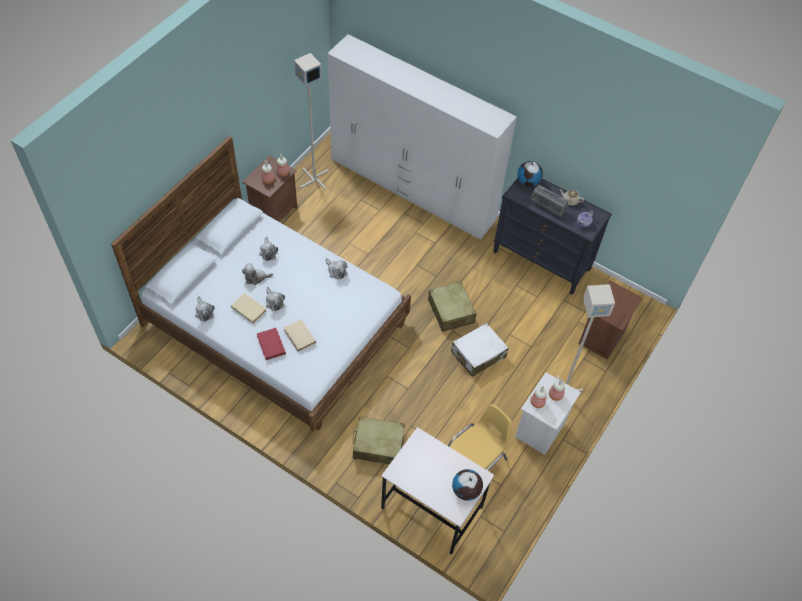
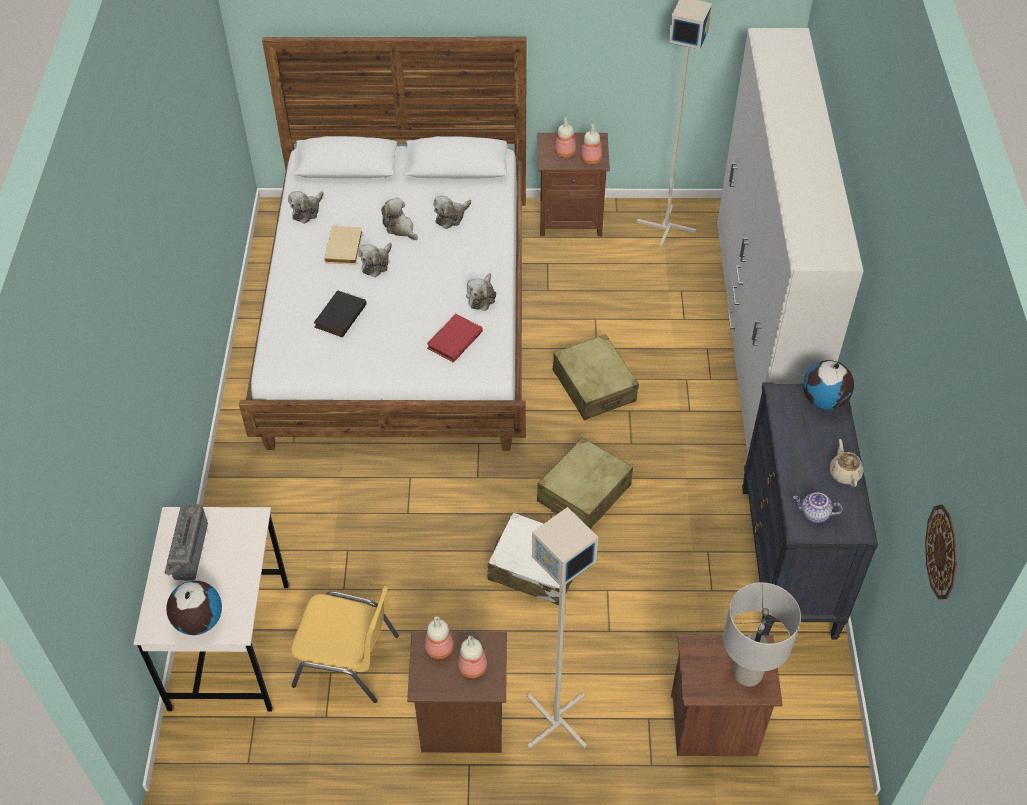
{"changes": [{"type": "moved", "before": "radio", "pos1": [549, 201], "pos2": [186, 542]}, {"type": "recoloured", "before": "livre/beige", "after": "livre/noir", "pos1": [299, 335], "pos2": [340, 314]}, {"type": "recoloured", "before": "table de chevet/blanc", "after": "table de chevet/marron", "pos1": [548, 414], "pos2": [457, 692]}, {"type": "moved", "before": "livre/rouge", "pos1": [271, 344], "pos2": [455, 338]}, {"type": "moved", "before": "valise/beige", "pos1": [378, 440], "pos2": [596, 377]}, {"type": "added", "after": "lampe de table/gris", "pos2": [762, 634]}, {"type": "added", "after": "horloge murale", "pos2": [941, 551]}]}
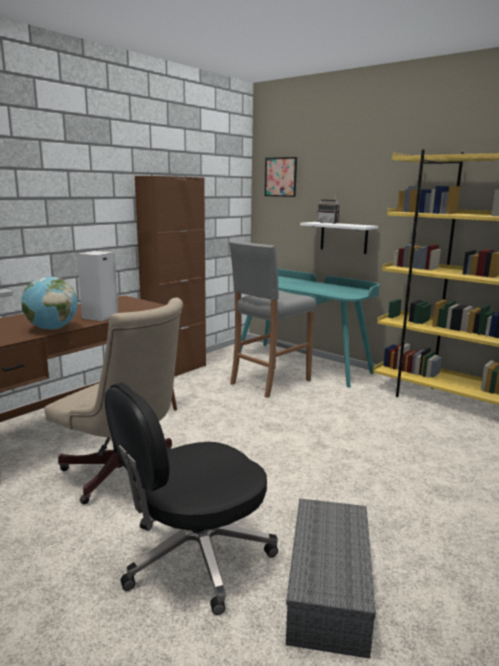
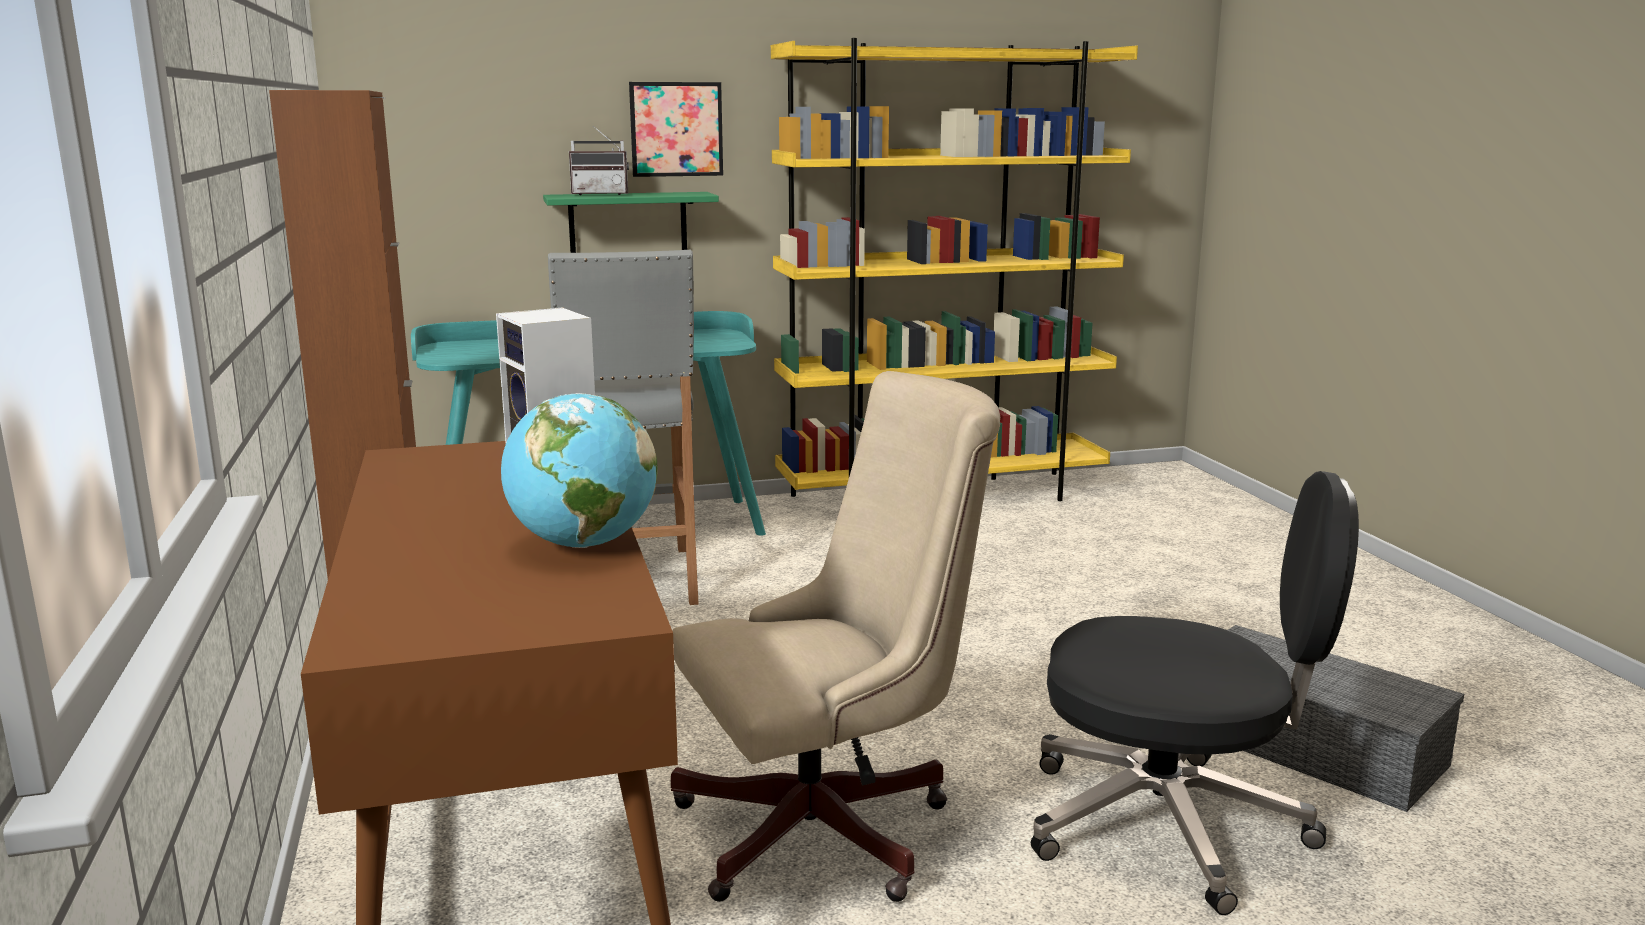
{"changes": [{"type": "recoloured", "before": "étagère/blanc", "after": "étagère/vert", "pos1": [339, 238], "pos2": [631, 222]}, {"type": "moved", "before": "tableau", "pos1": [281, 177], "pos2": [676, 129]}, {"type": "turned", "before": "chaise de bureau/noir", "pos1": [191, 499], "pos2": [1195, 693], "turn": -75}]}
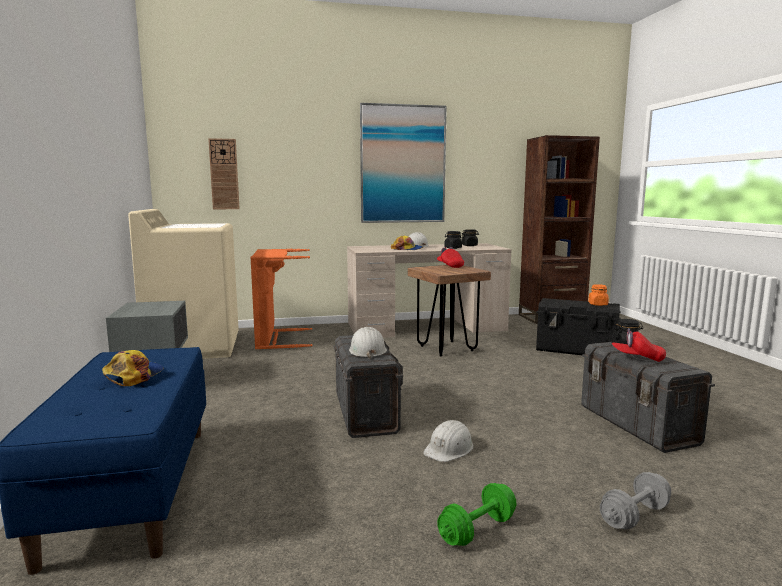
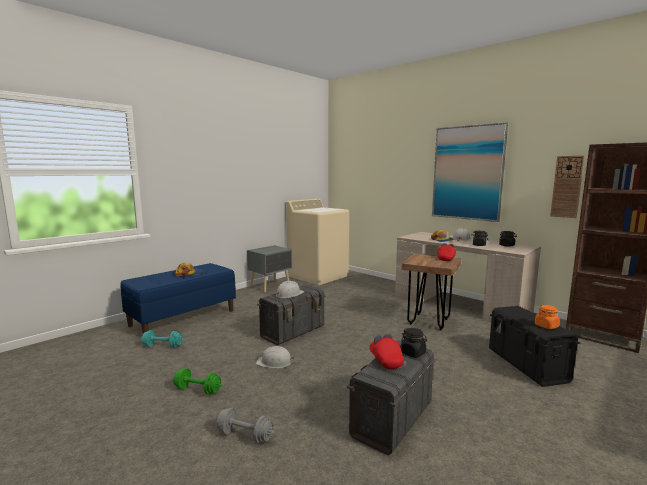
{"changes": [{"type": "added", "after": "haltère/turquoise", "pos2": [162, 339]}, {"type": "moved", "before": "horloge murale", "pos1": [224, 173], "pos2": [567, 187]}, {"type": "removed", "before": "panier à linge/orange", "pos1": [282, 299]}]}
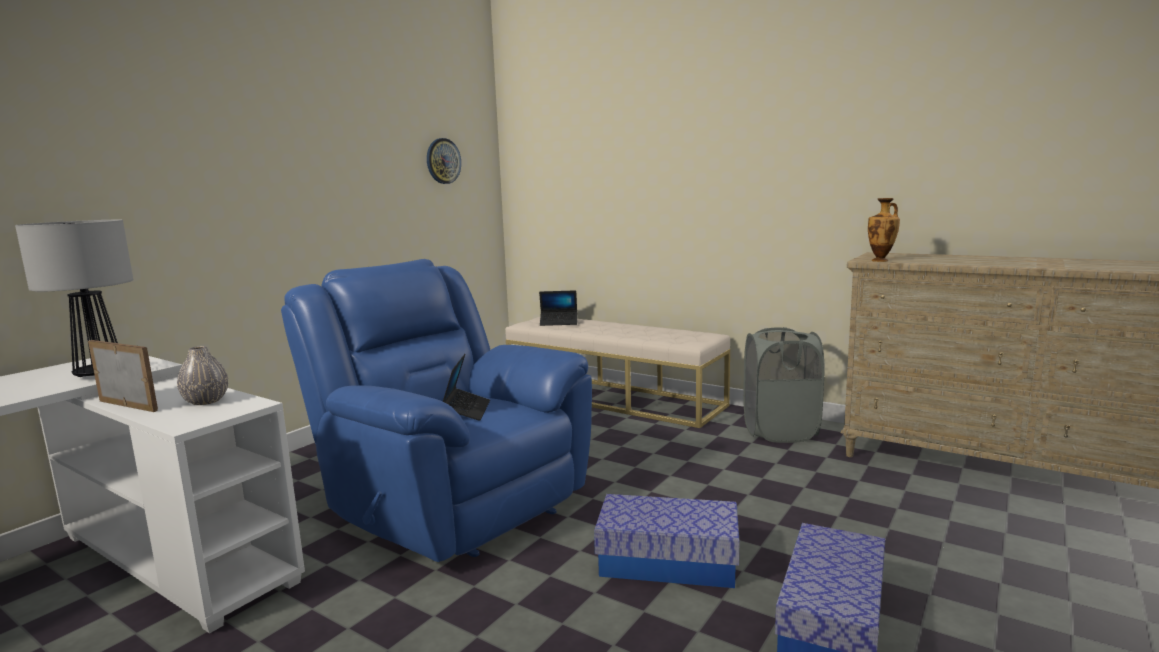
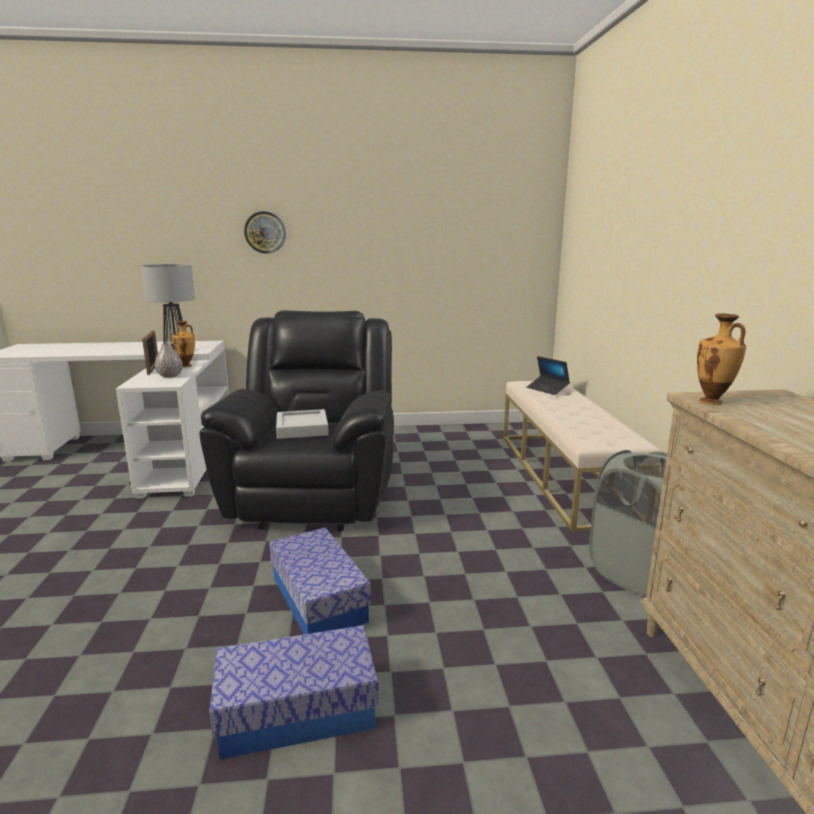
{"changes": [{"type": "added", "after": "vase", "pos2": [183, 344]}, {"type": "recoloured", "before": "fauteuil/bleu", "after": "fauteuil/noir", "pos1": [436, 410], "pos2": [296, 420]}, {"type": "moved", "before": "horloge murale", "pos1": [444, 161], "pos2": [265, 232]}, {"type": "replaced", "before": "ordinateur portable", "after": "plateau/gris", "pos1": [466, 387], "pos2": [302, 424]}]}
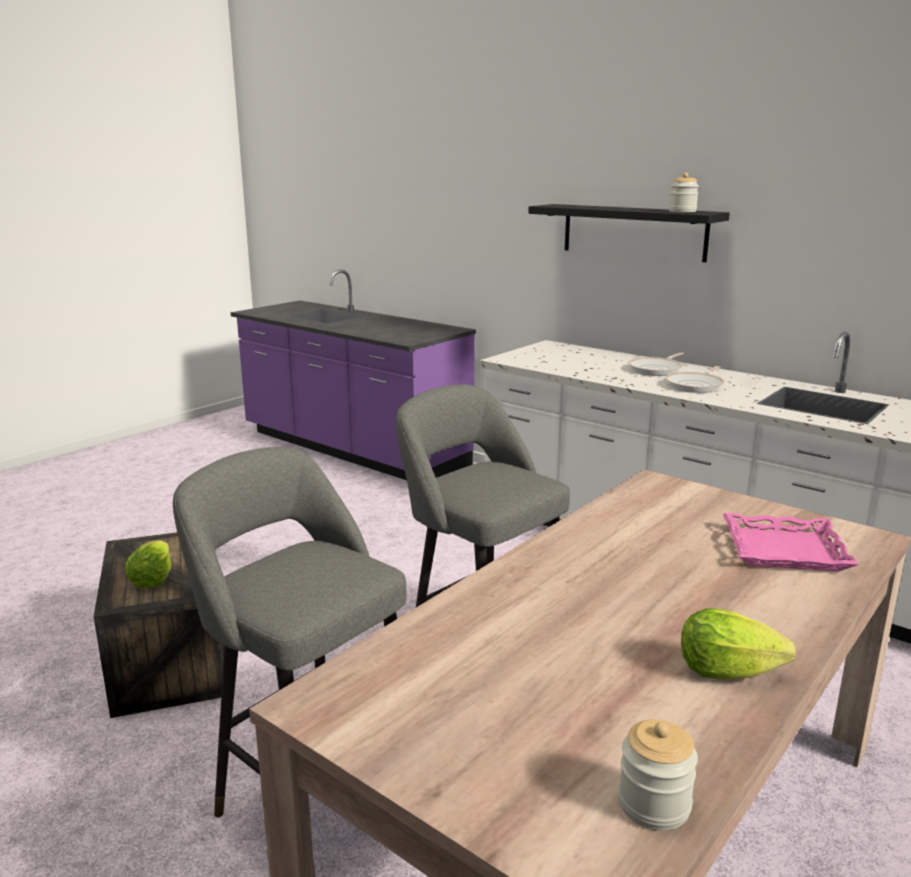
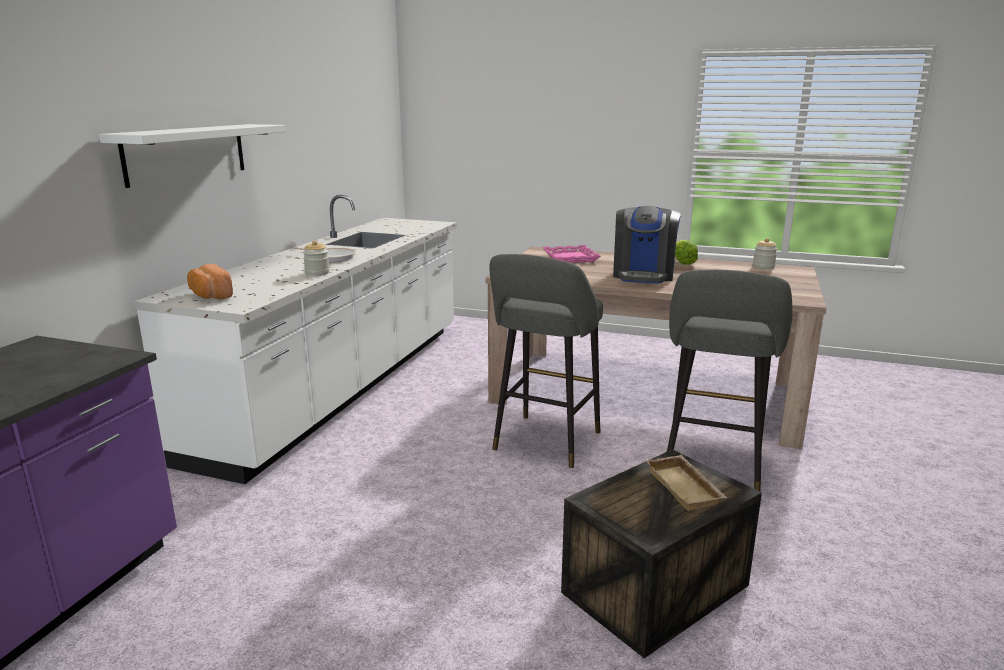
{"changes": [{"type": "recoloured", "before": "étagère/noir", "after": "étagère/blanc", "pos1": [629, 233], "pos2": [192, 156]}, {"type": "added", "after": "pain", "pos2": [210, 281]}, {"type": "moved", "before": "bocal", "pos1": [684, 192], "pos2": [316, 258]}, {"type": "added", "after": "machine à café", "pos2": [647, 245]}, {"type": "replaced", "before": "laitue", "after": "plateau/beige", "pos1": [148, 564], "pos2": [686, 483]}, {"type": "removed", "before": "poêle", "pos1": [656, 364]}]}
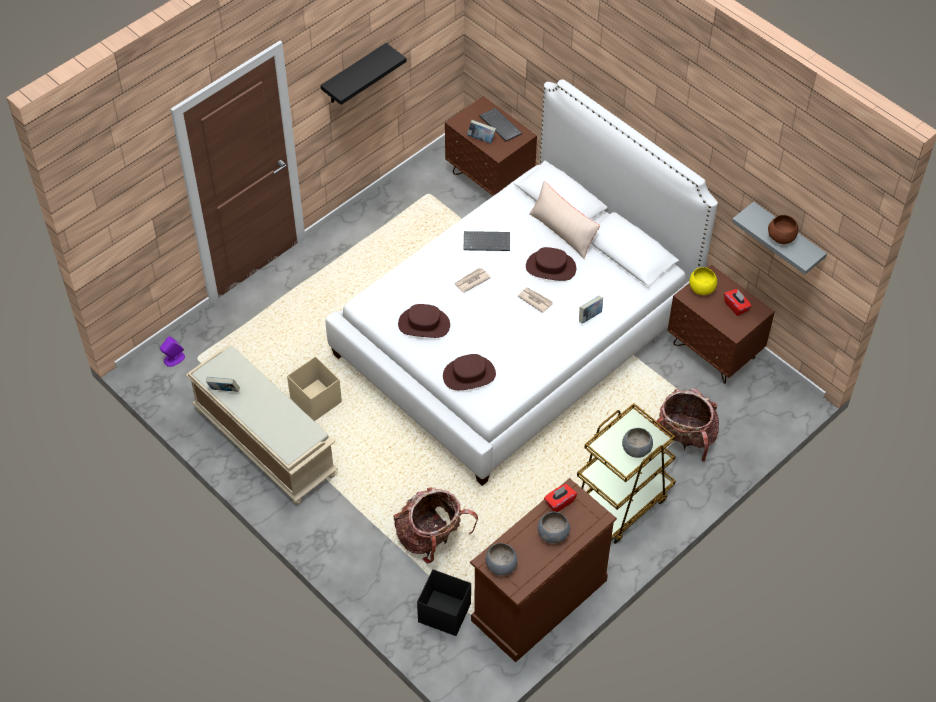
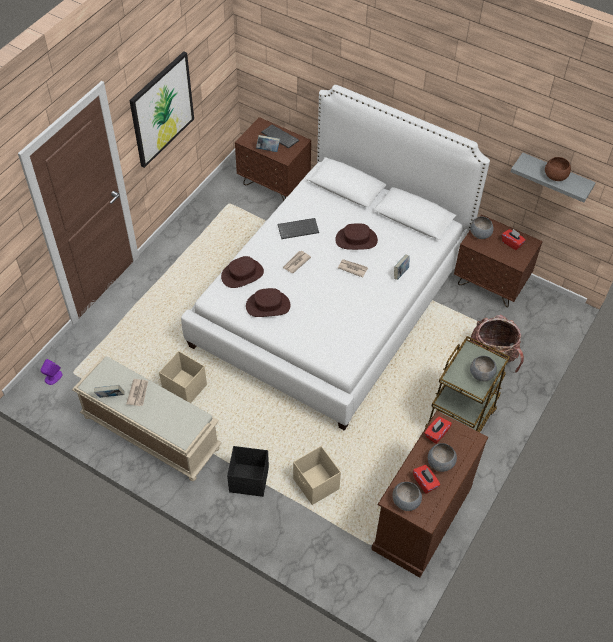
{"changes": [{"type": "added", "after": "journal", "pos2": [137, 392]}, {"type": "replaced", "before": "étagère/noir", "after": "tableau", "pos1": [363, 74], "pos2": [161, 109]}, {"type": "moved", "before": "chapeau/marron", "pos1": [469, 372], "pos2": [242, 272]}, {"type": "moved", "before": "boîte de rangement/noir", "pos1": [444, 602], "pos2": [248, 471]}, {"type": "replaced", "before": "sac à dos", "after": "boîte de rangement/beige", "pos1": [435, 525], "pos2": [317, 475]}, {"type": "added", "after": "boîte à mouchoirs/rouge", "pos2": [426, 479]}, {"type": "recoloured", "before": "bol/jaune", "after": "bol/gris", "pos1": [703, 281], "pos2": [482, 227]}, {"type": "removed", "before": "coussin/beige", "pos1": [564, 219]}]}
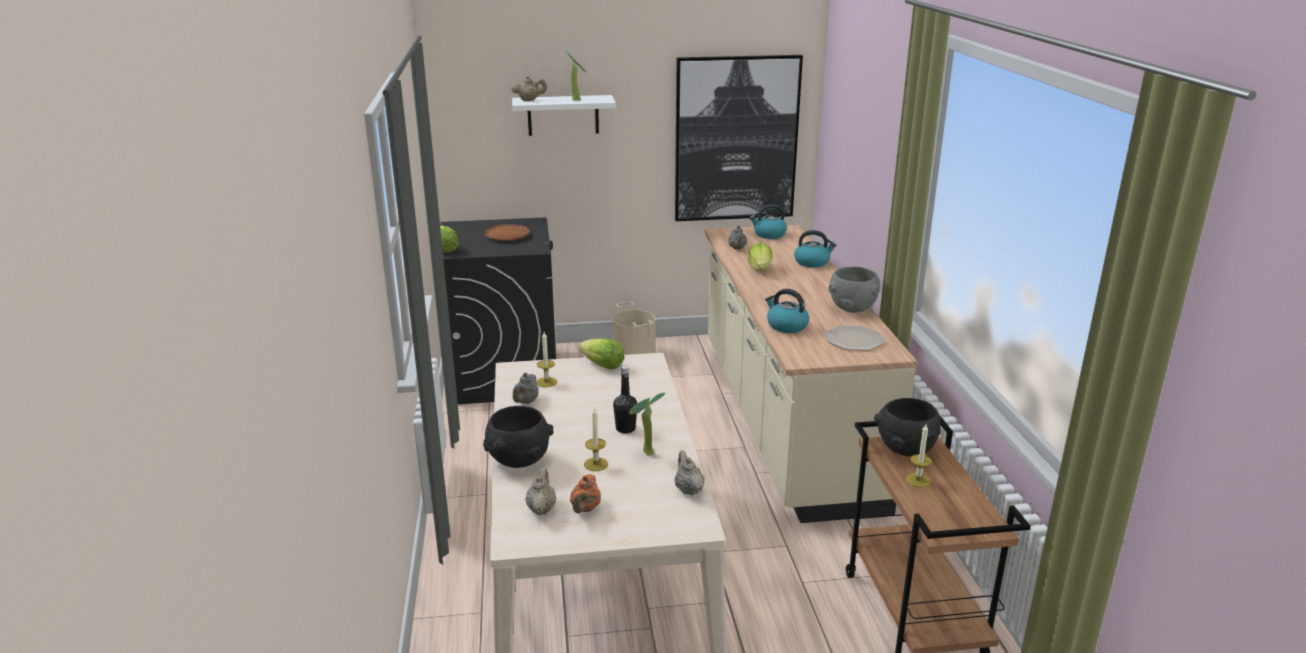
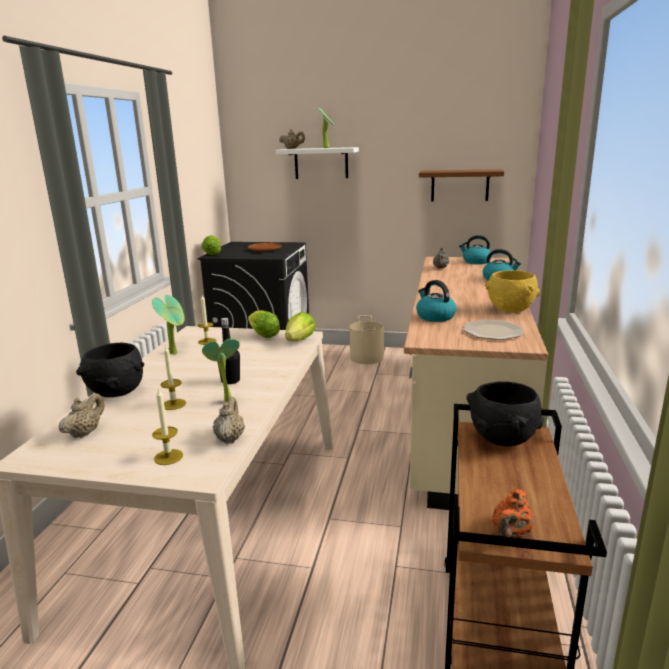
{"changes": [{"type": "replaced", "before": "théière/gris", "after": "plante en pot", "pos1": [526, 388], "pos2": [168, 325]}, {"type": "moved", "before": "bougie", "pos1": [919, 455], "pos2": [167, 426]}, {"type": "moved", "before": "laitue", "pos1": [760, 257], "pos2": [300, 326]}, {"type": "replaced", "before": "tableau", "after": "étagère/marron", "pos1": [739, 138], "pos2": [461, 185]}, {"type": "recoloured", "before": "bol/gris", "after": "bol/jaune", "pos1": [854, 290], "pos2": [512, 291]}, {"type": "moved", "before": "théière/orange", "pos1": [585, 493], "pos2": [513, 513]}]}
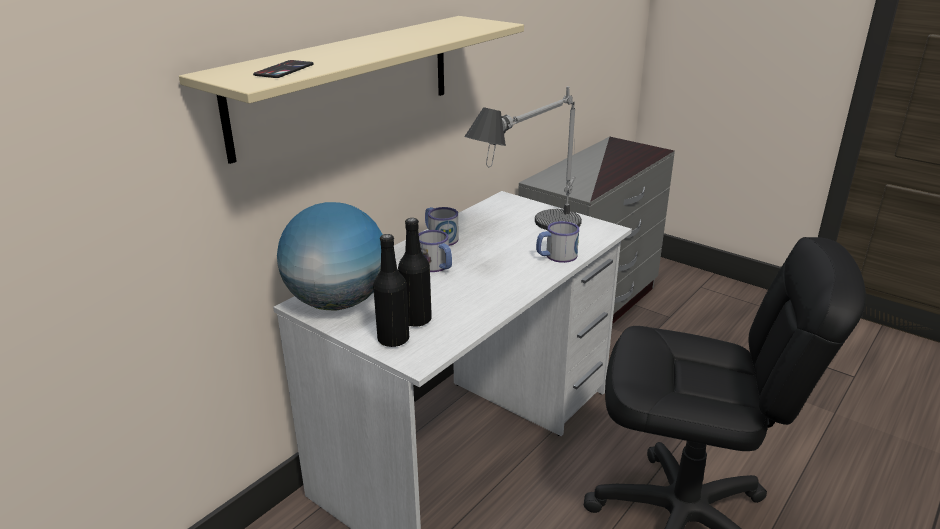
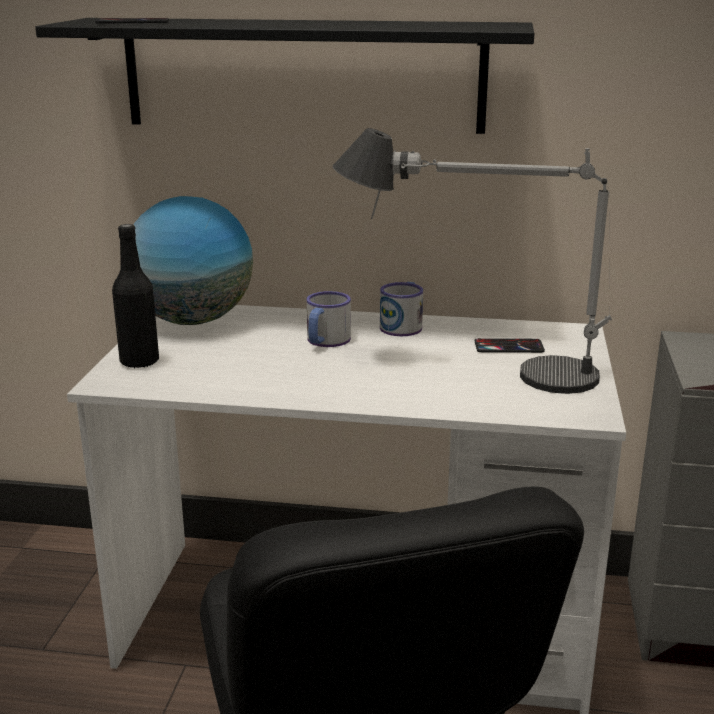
{"changes": [{"type": "recoloured", "before": "étagère/beige", "after": "étagère/noir", "pos1": [351, 90], "pos2": [285, 76]}, {"type": "added", "after": "téléphone", "pos2": [510, 345]}, {"type": "removed", "before": "bouteille/noir", "pos1": [415, 272]}, {"type": "removed", "before": "mug", "pos1": [557, 242]}]}
